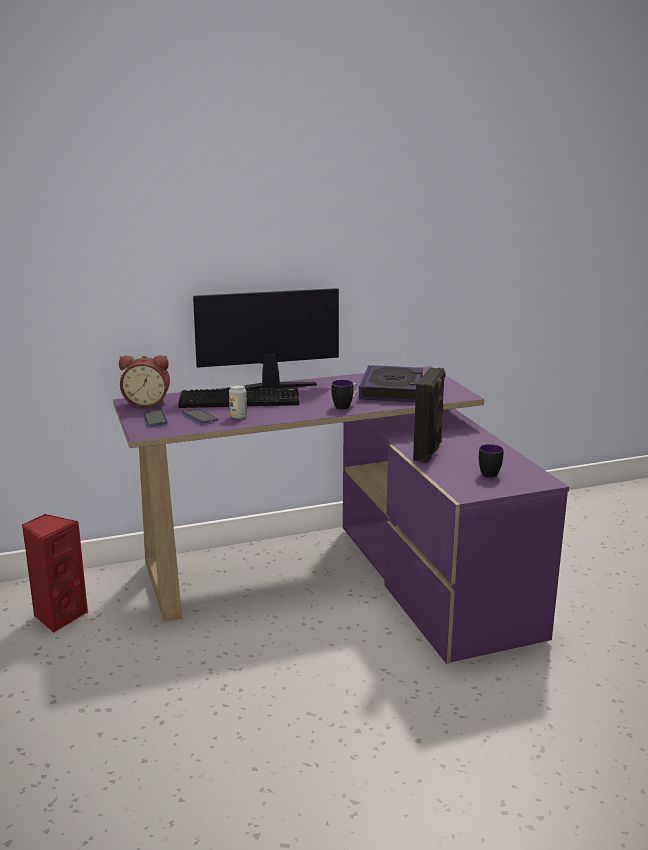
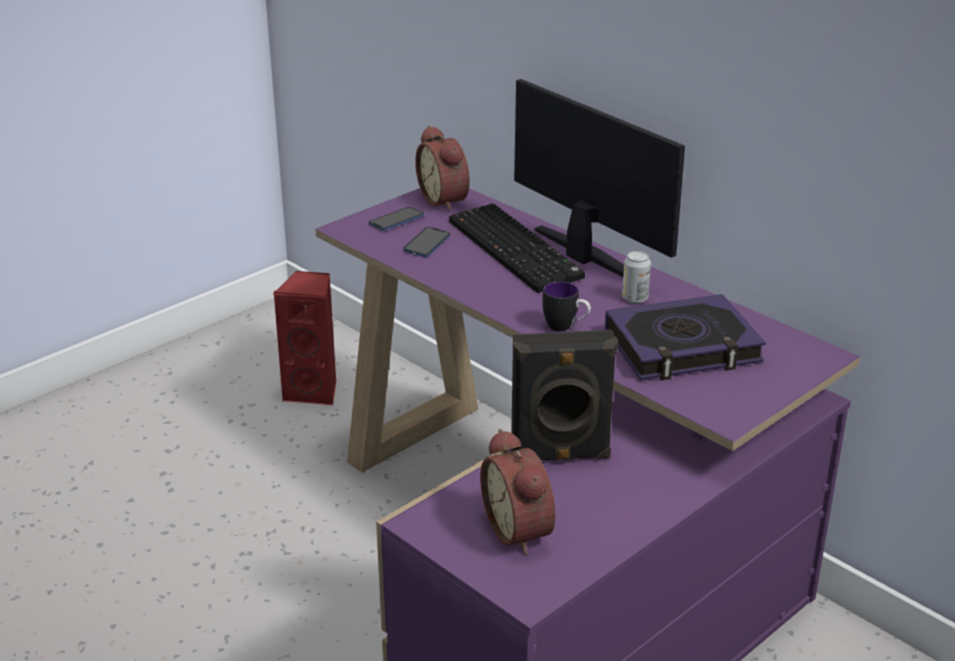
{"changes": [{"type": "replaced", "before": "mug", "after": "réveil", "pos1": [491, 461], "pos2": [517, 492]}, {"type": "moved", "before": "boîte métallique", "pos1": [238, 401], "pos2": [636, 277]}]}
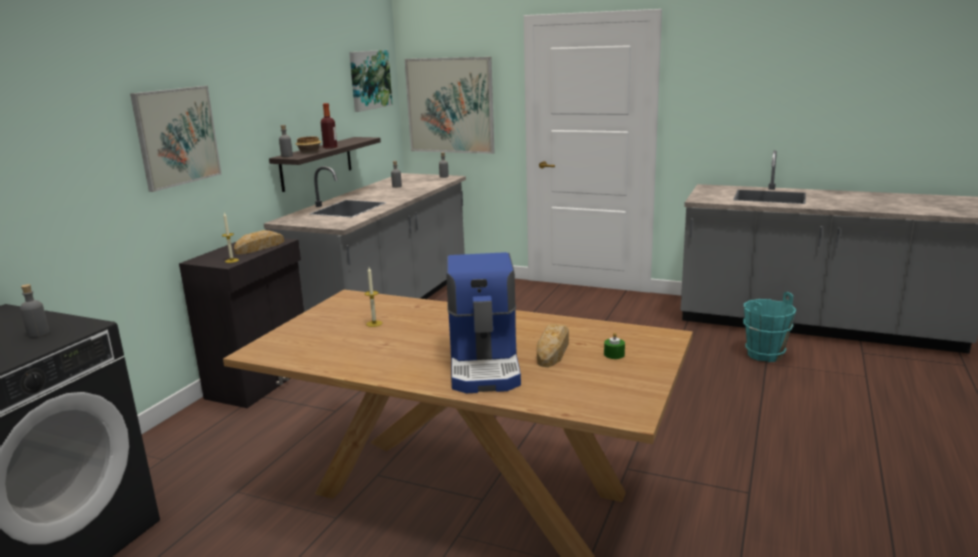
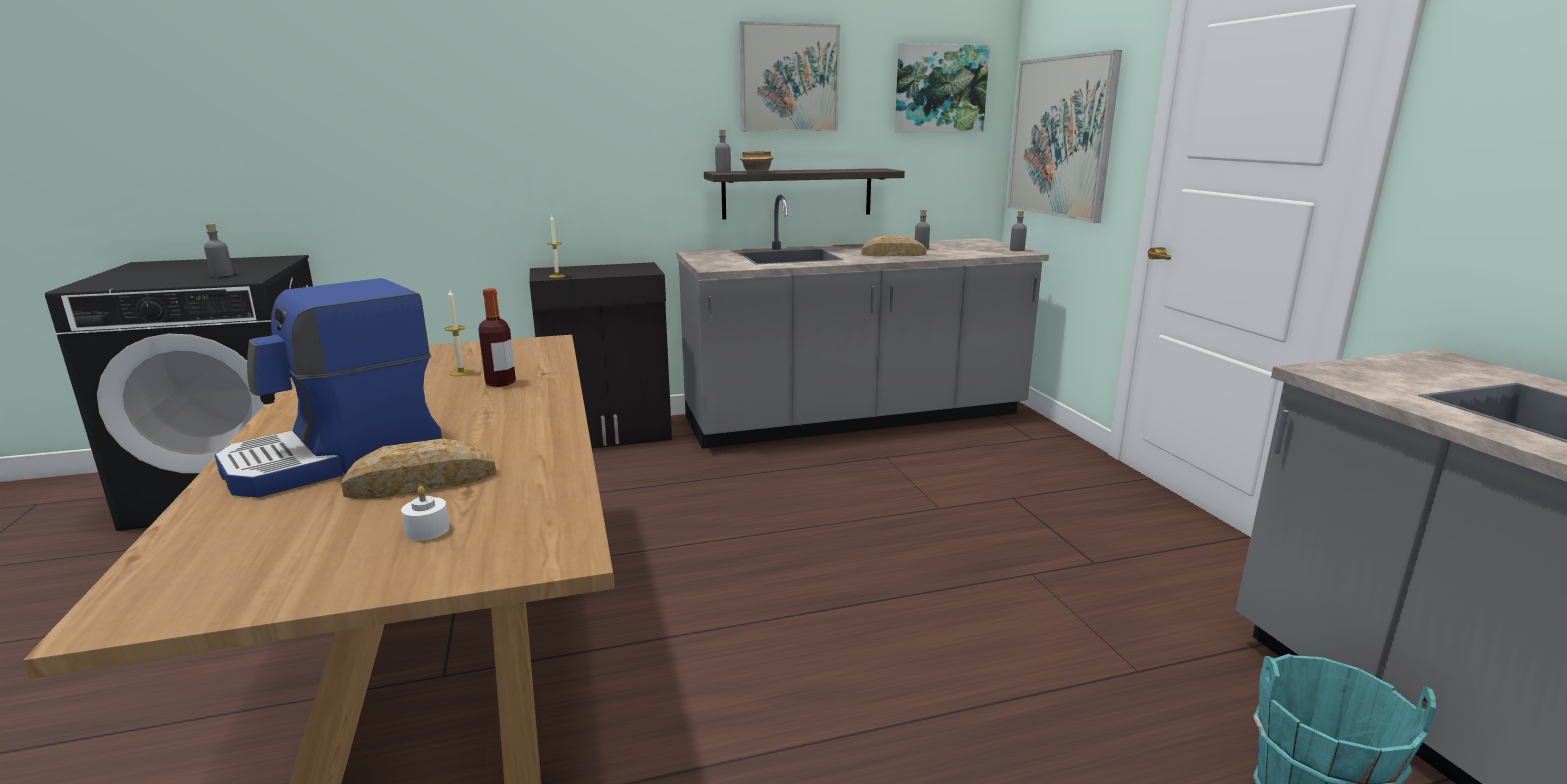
{"changes": [{"type": "recoloured", "before": "bougie/vert", "after": "bougie/blanc", "pos1": [614, 345], "pos2": [425, 513]}, {"type": "moved", "before": "bouteille", "pos1": [329, 126], "pos2": [497, 337]}, {"type": "moved", "before": "tableau", "pos1": [175, 139], "pos2": [789, 76]}, {"type": "moved", "before": "pain", "pos1": [259, 242], "pos2": [894, 246]}]}
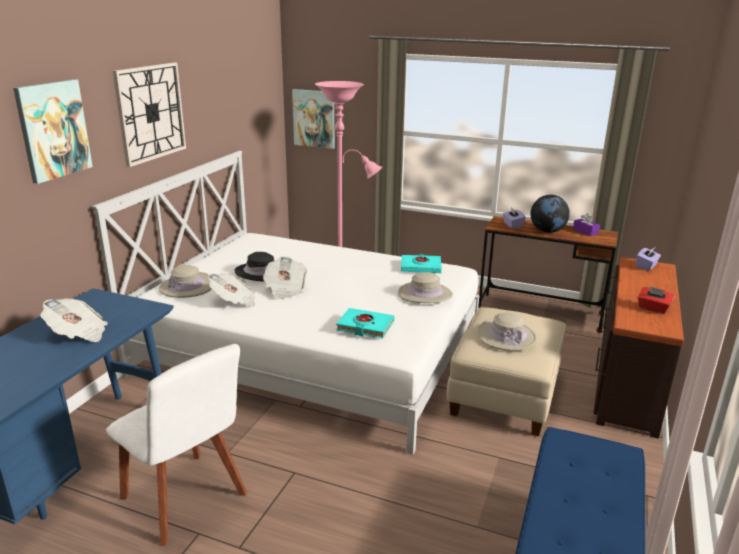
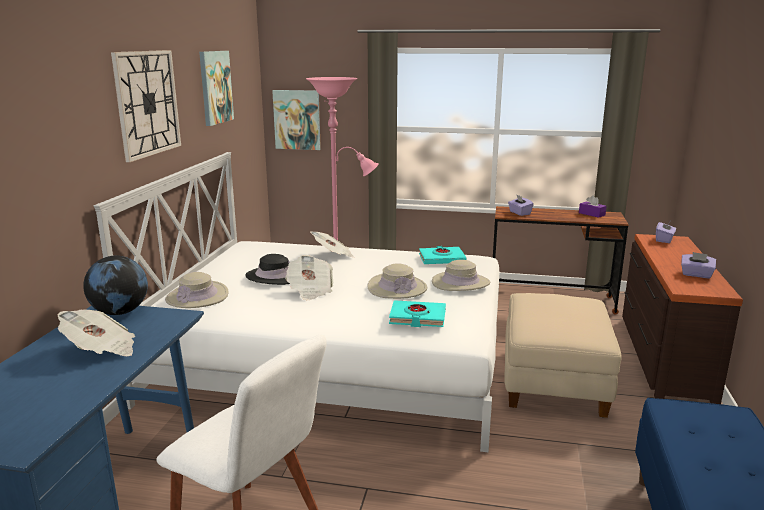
{"changes": [{"type": "moved", "before": "globe", "pos1": [550, 214], "pos2": [115, 285]}, {"type": "moved", "before": "tableau", "pos1": [53, 131], "pos2": [216, 88]}, {"type": "moved", "before": "journal", "pos1": [231, 290], "pos2": [332, 244]}, {"type": "moved", "before": "chapeau/beige", "pos1": [507, 331], "pos2": [397, 281]}, {"type": "recoloured", "before": "boîte à mouchoirs/rouge", "after": "boîte à mouchoirs/violet", "pos1": [656, 300], "pos2": [698, 265]}]}
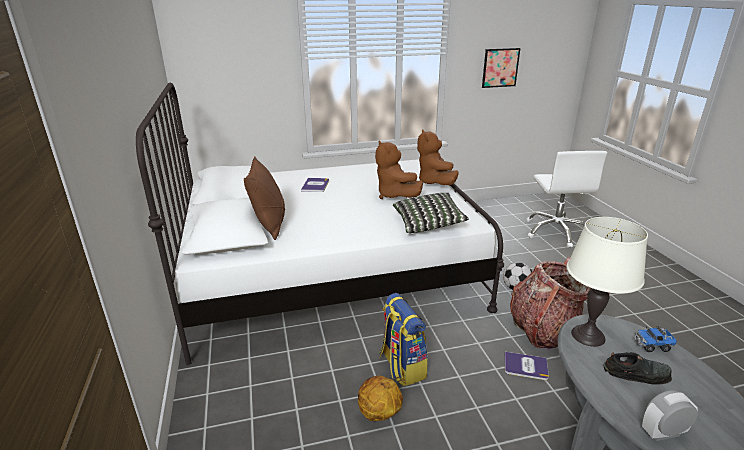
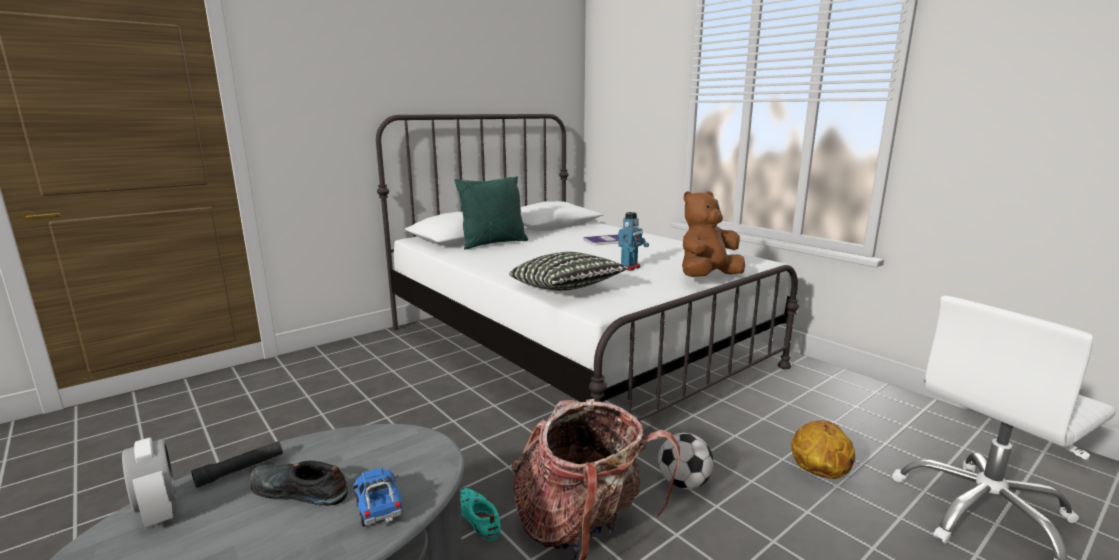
{"changes": [{"type": "added", "after": "lampe de poche/noir", "pos2": [237, 464]}, {"type": "turned", "before": "chaussure/noir", "pos1": [638, 368], "pos2": [299, 483], "turn": 120}, {"type": "recoloured", "before": "coussin/marron", "after": "coussin/vert", "pos1": [264, 198], "pos2": [491, 212]}, {"type": "replaced", "before": "livre", "after": "chaussure/turquoise", "pos1": [527, 366], "pos2": [480, 514]}, {"type": "replaced", "before": "peluche/marron", "after": "robot jouet", "pos1": [399, 170], "pos2": [633, 241]}, {"type": "moved", "before": "ballon de basket", "pos1": [380, 398], "pos2": [823, 449]}, {"type": "removed", "before": "sac à dos", "pos1": [403, 339]}, {"type": "removed", "before": "tableau", "pos1": [501, 68]}, {"type": "removed", "before": "lampe de table/blanc", "pos1": [607, 282]}]}
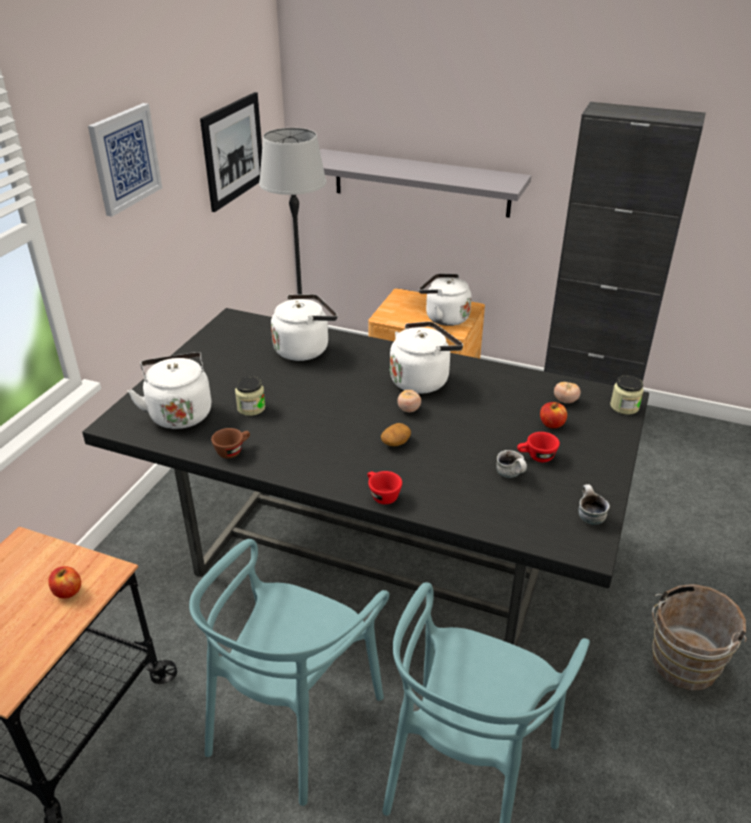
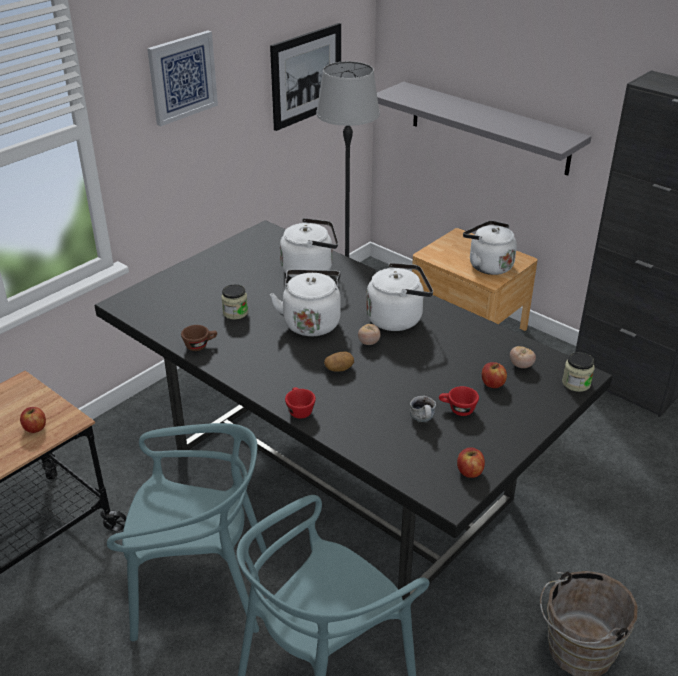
{"changes": [{"type": "turned", "before": "chaise/turquoise", "pos1": [289, 672], "pos2": [187, 532], "turn": -135}, {"type": "moved", "before": "bouilloire/blanc", "pos1": [169, 390], "pos2": [305, 303]}, {"type": "replaced", "before": "mug", "after": "pomme", "pos1": [594, 504], "pos2": [471, 462]}]}
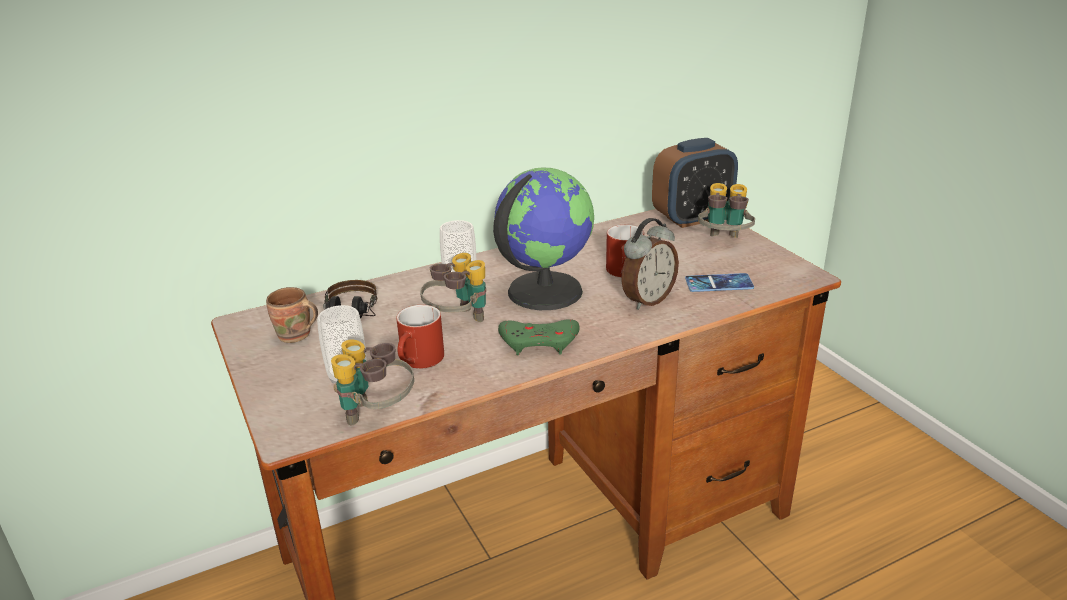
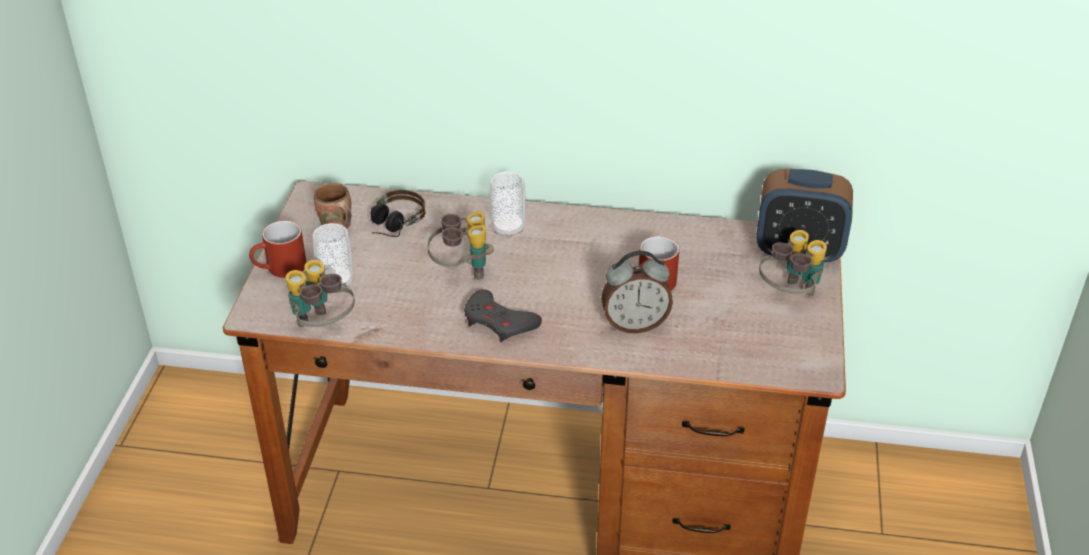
{"changes": [{"type": "moved", "before": "mug/rouge", "pos1": [420, 337], "pos2": [277, 249]}, {"type": "recoloured", "before": "manette/vert", "after": "manette/gris", "pos1": [539, 337], "pos2": [503, 315]}, {"type": "removed", "before": "globe", "pos1": [543, 239]}, {"type": "removed", "before": "téléphone", "pos1": [719, 282]}]}
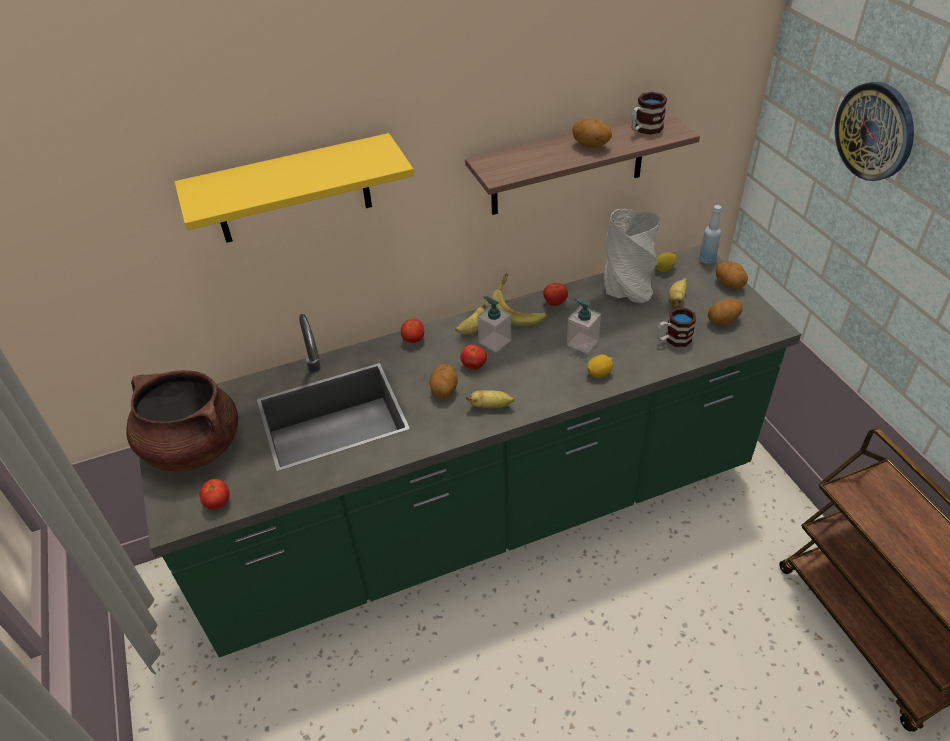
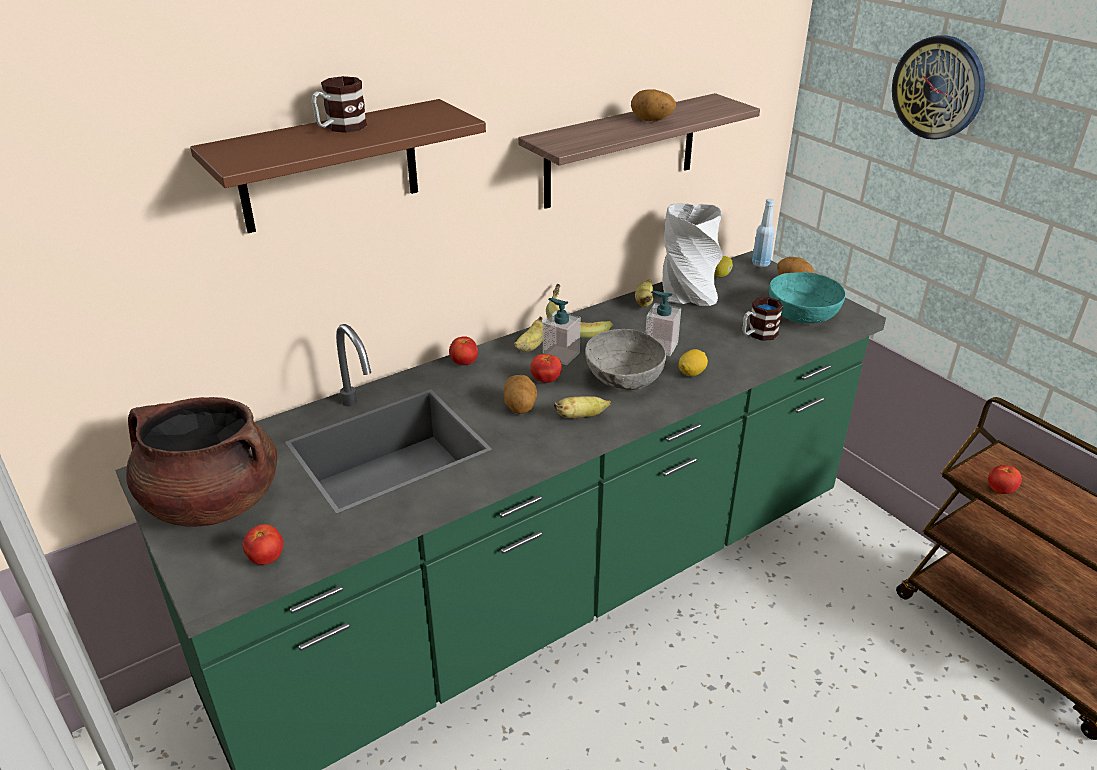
{"changes": [{"type": "recoloured", "before": "étagère/jaune", "after": "étagère/marron", "pos1": [294, 188], "pos2": [338, 166]}, {"type": "moved", "before": "mug", "pos1": [649, 113], "pos2": [339, 104]}, {"type": "added", "after": "bol/gris", "pos2": [625, 359]}, {"type": "moved", "before": "banane", "pos1": [678, 292], "pos2": [644, 293]}, {"type": "replaced", "before": "pomme de terre", "after": "bol/turquoise", "pos1": [725, 311], "pos2": [807, 297]}, {"type": "moved", "before": "tomate", "pos1": [555, 294], "pos2": [1005, 479]}]}
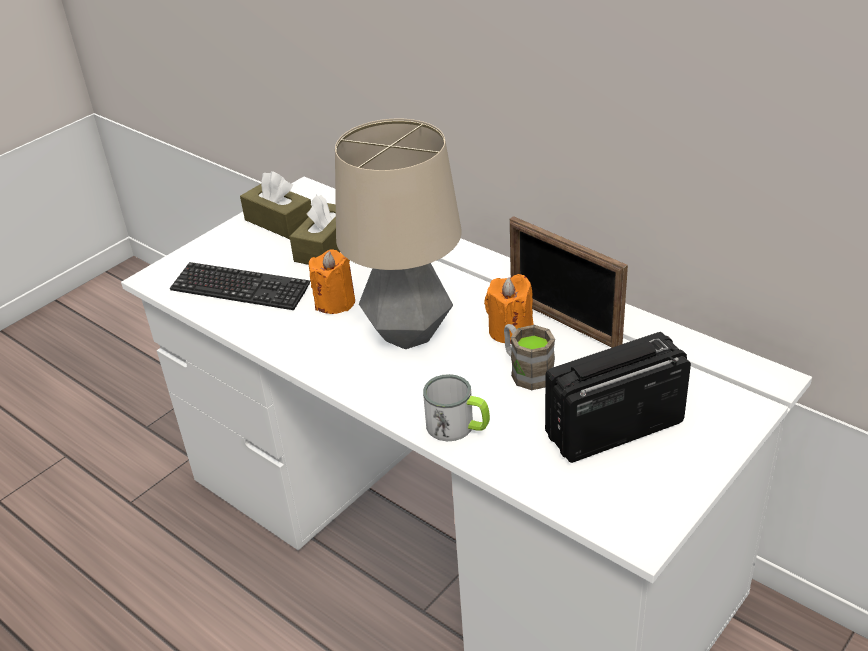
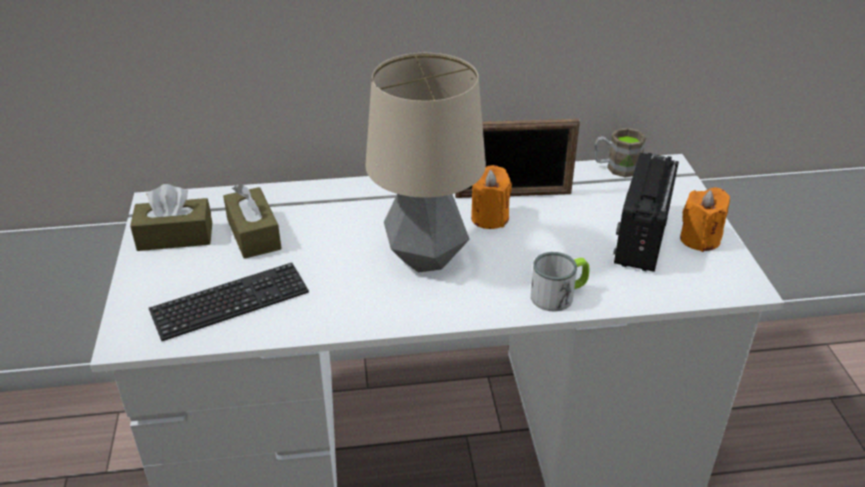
{"changes": [{"type": "moved", "before": "mug/marron", "pos1": [529, 357], "pos2": [620, 152]}, {"type": "moved", "before": "bougie/orange", "pos1": [332, 281], "pos2": [705, 219]}]}
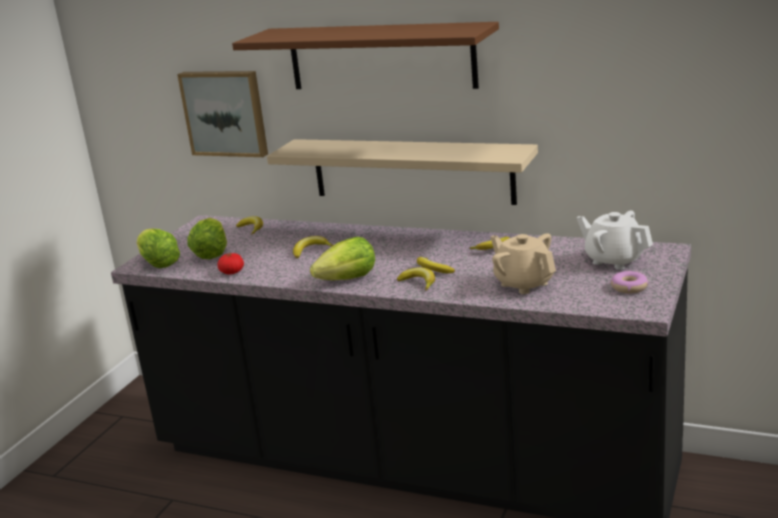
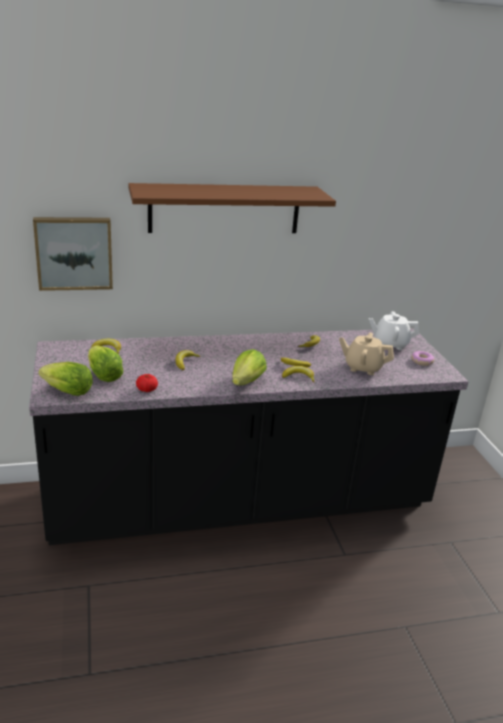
{"changes": [{"type": "removed", "before": "étagère/beige", "pos1": [402, 172]}]}
